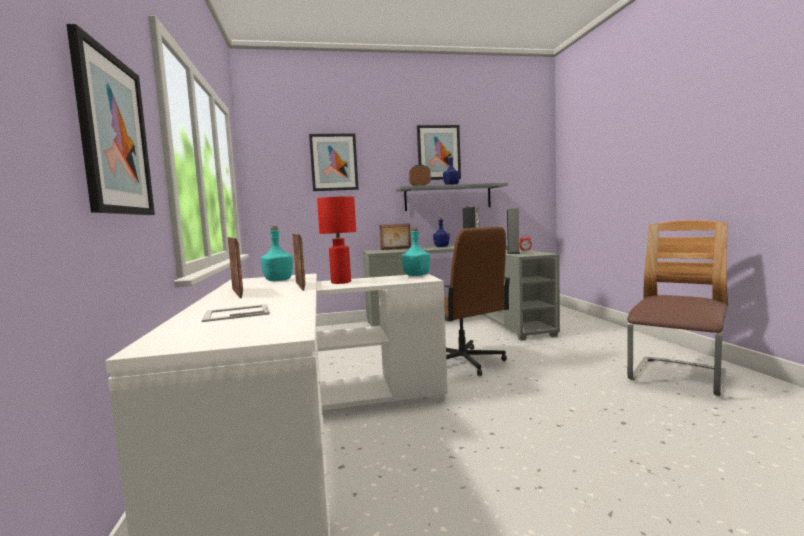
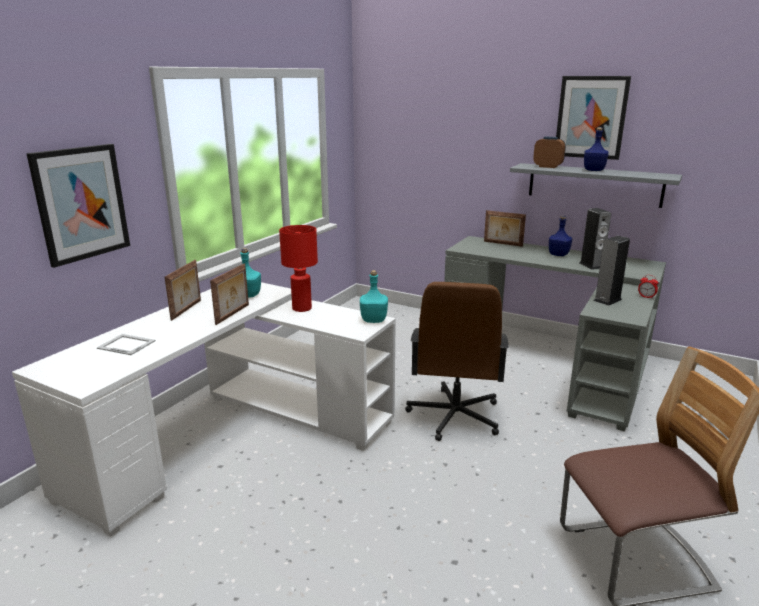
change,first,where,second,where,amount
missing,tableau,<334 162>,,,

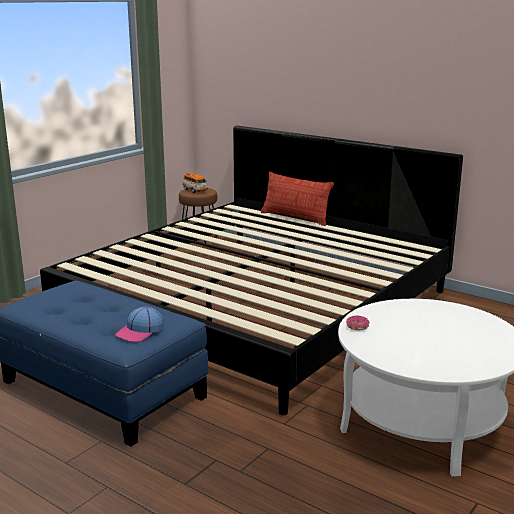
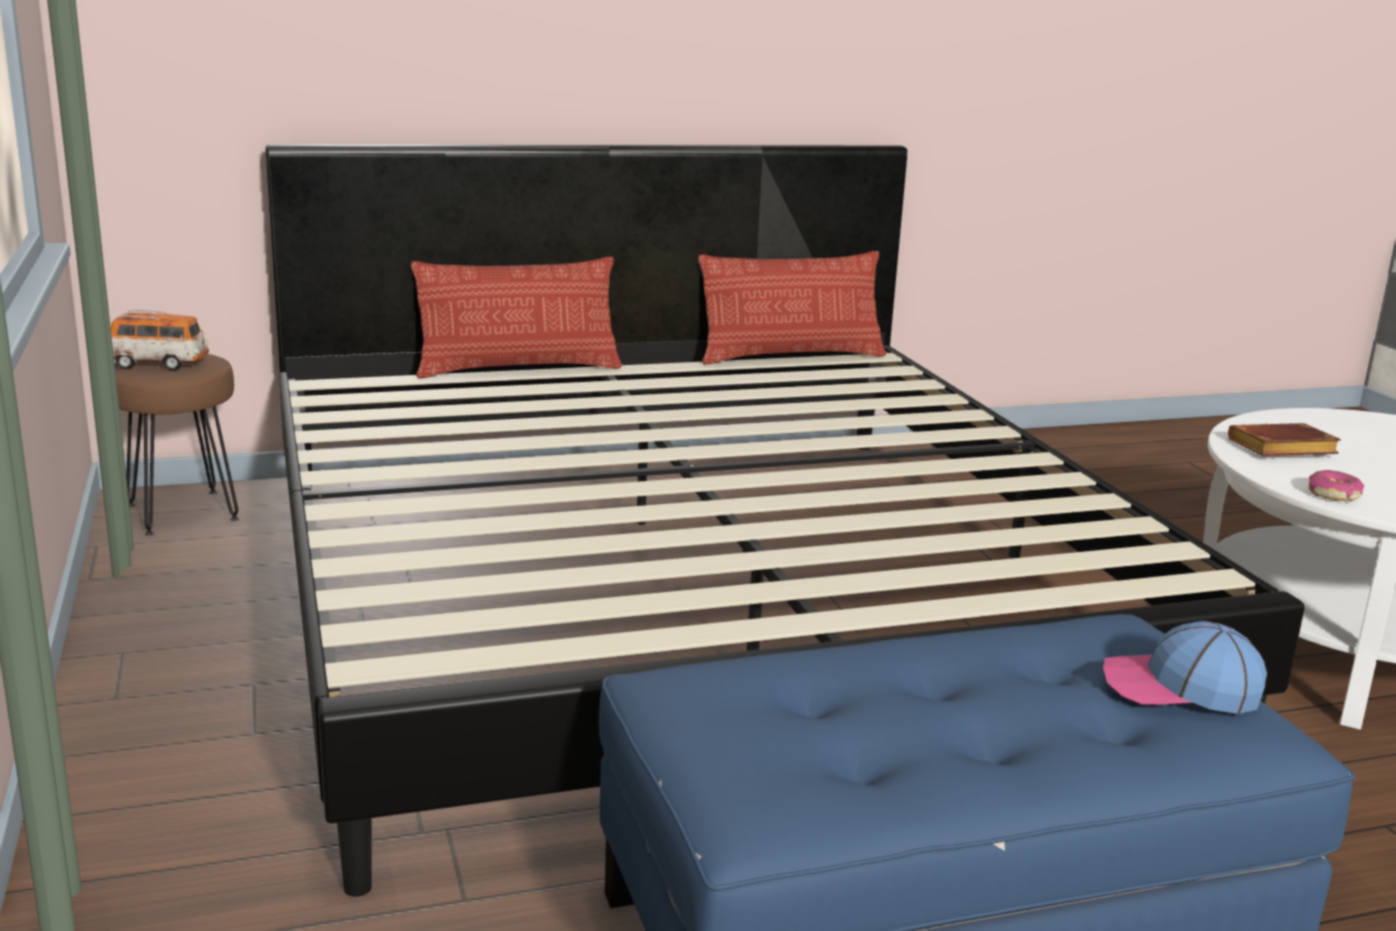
change,first,where,second,where,amount
spun,casquette,<139 324>,,<1185 667>,120 degrees clockwise
appeared,,,coussin,<792 307>,
appeared,,,livre (marron),<1284 439>,

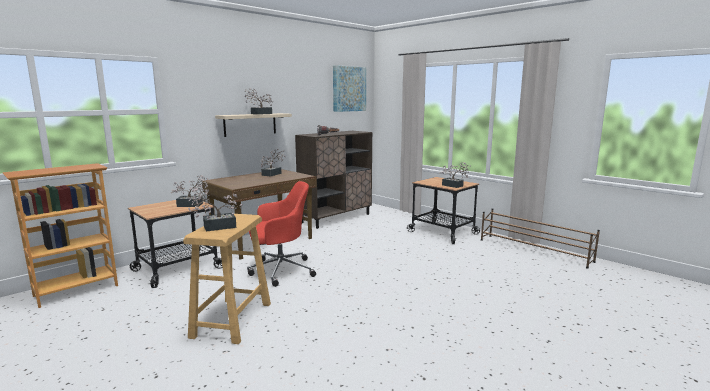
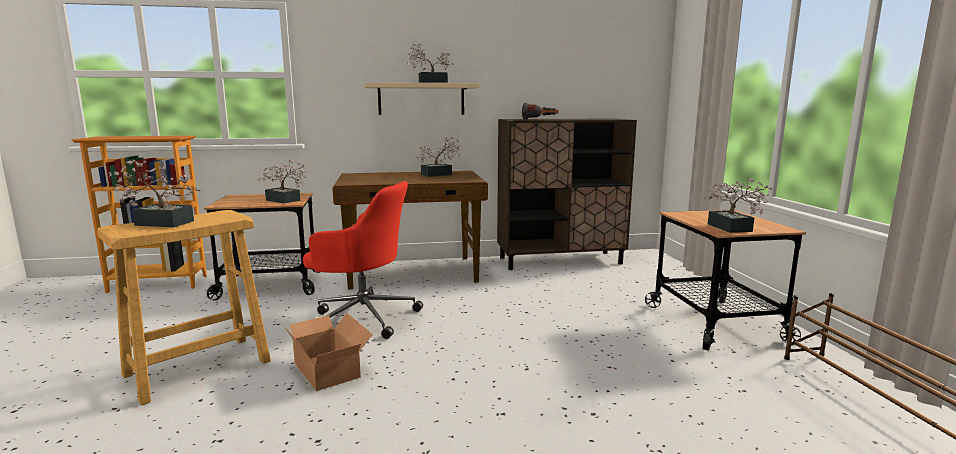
change,first,where,second,where,amount
missing,tableau,<349 88>,,,
appeared,,,carton,<328 352>,

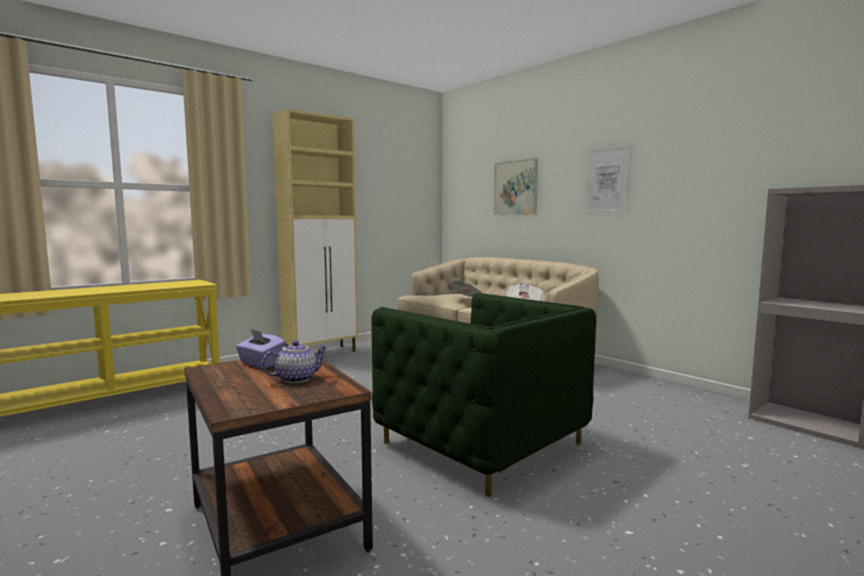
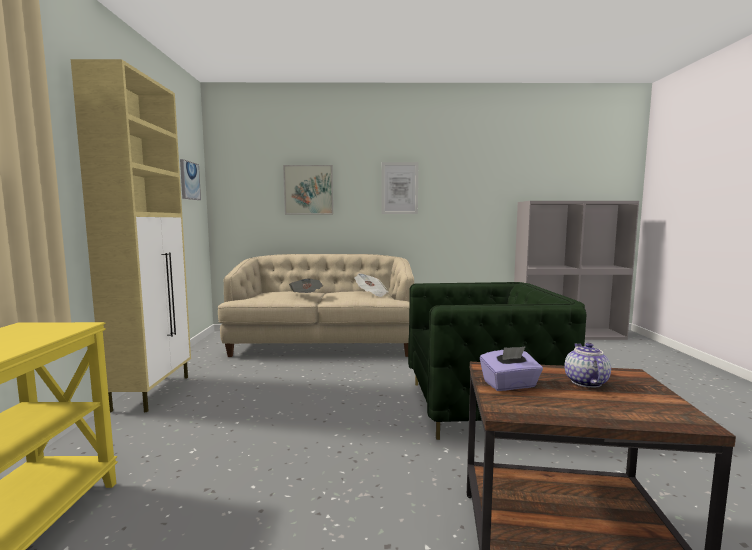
change,first,where,second,where,amount
appeared,,,tableau,<190 179>,

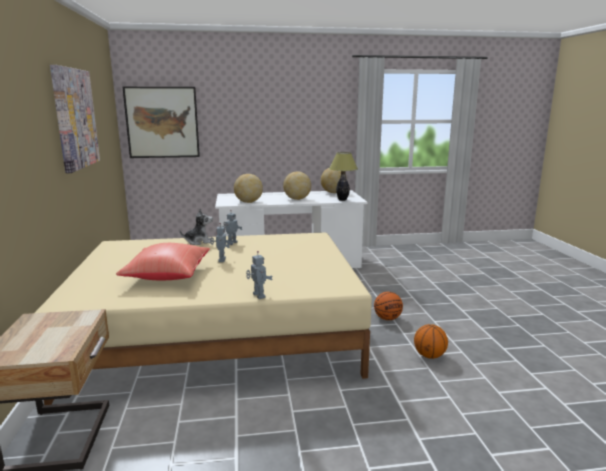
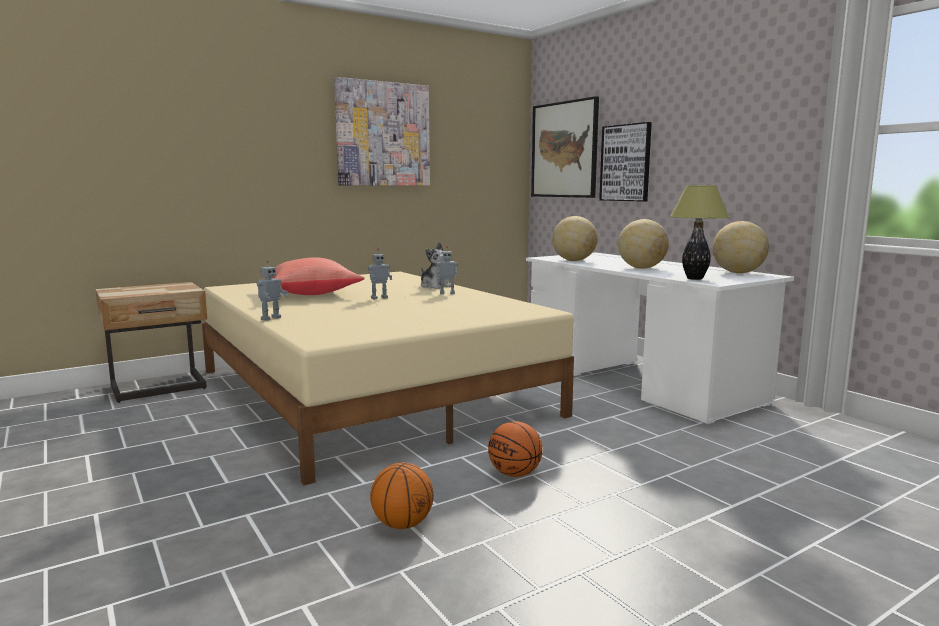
change,first,where,second,where,amount
appeared,,,tableau,<625 162>,

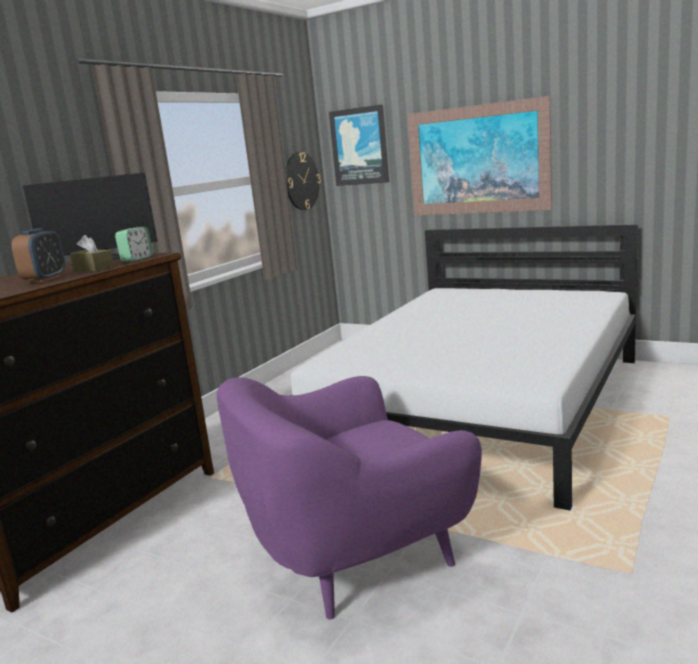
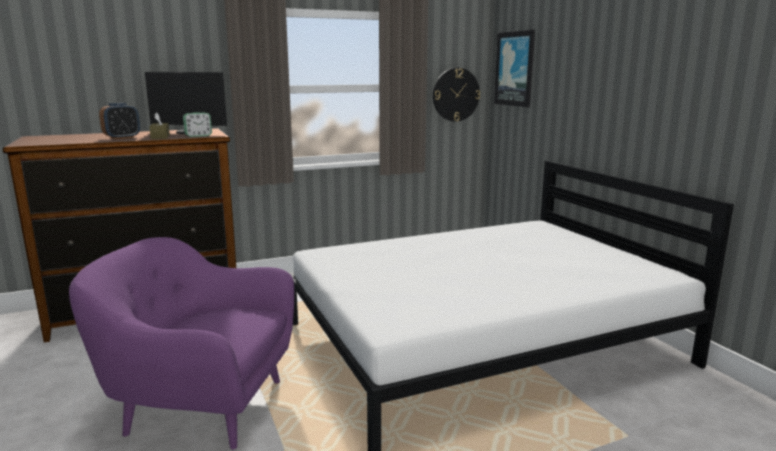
change,first,where,second,where,amount
missing,tableau,<479 156>,,,

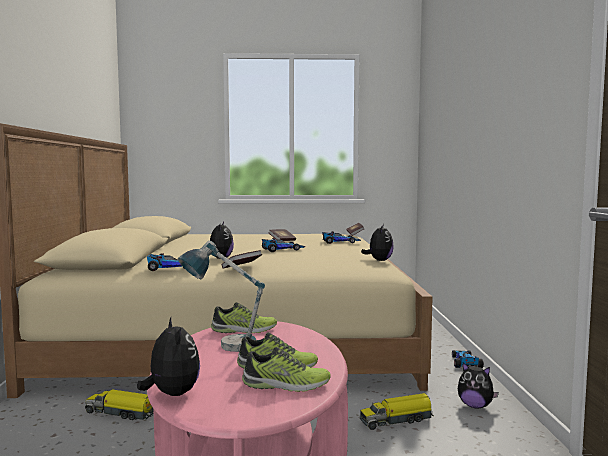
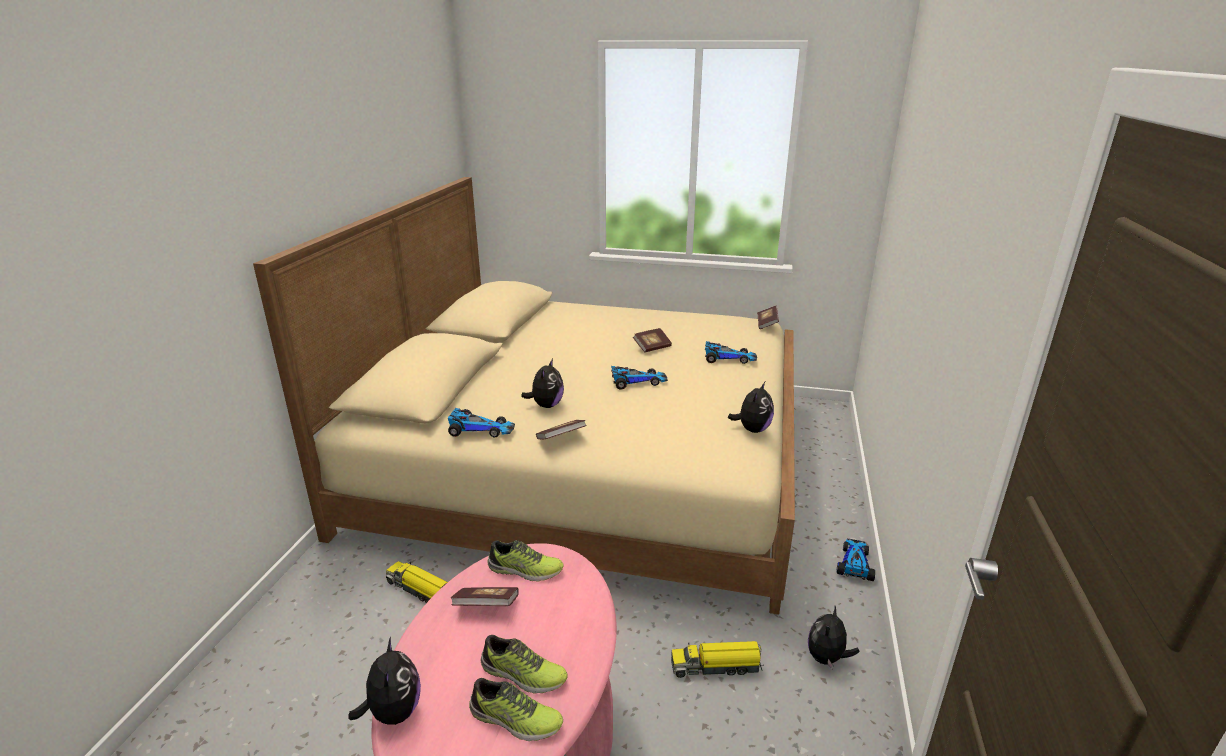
change,first,where,second,where,amount
exchanged,lampe de table,<221 296>,livre,<485 596>,
spun,peluche,<478 385>,,<834 638>,75 degrees clockwise

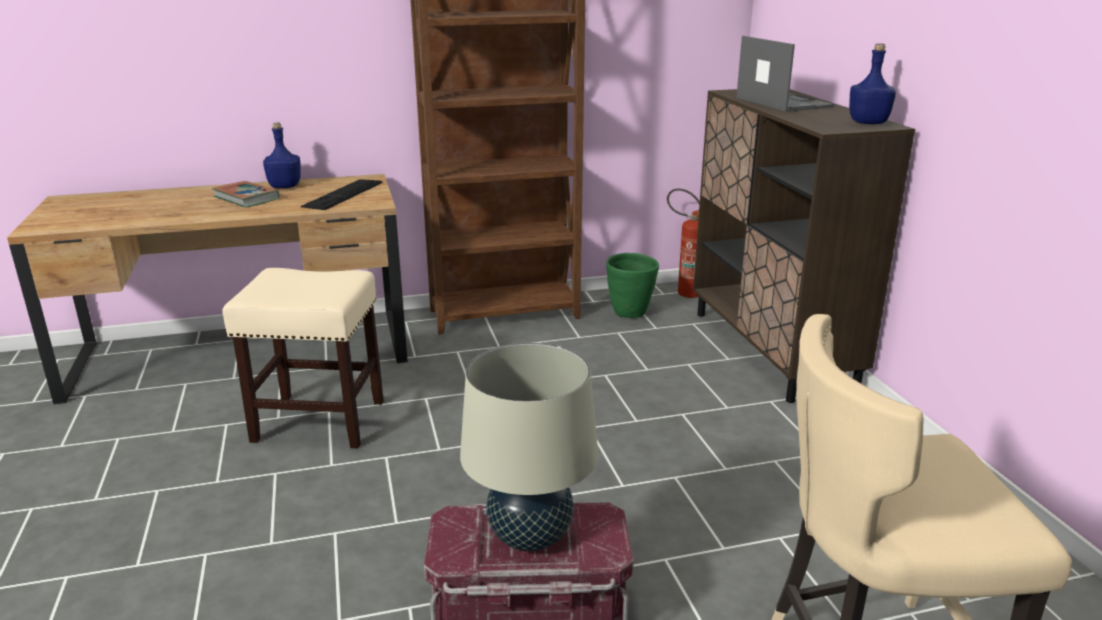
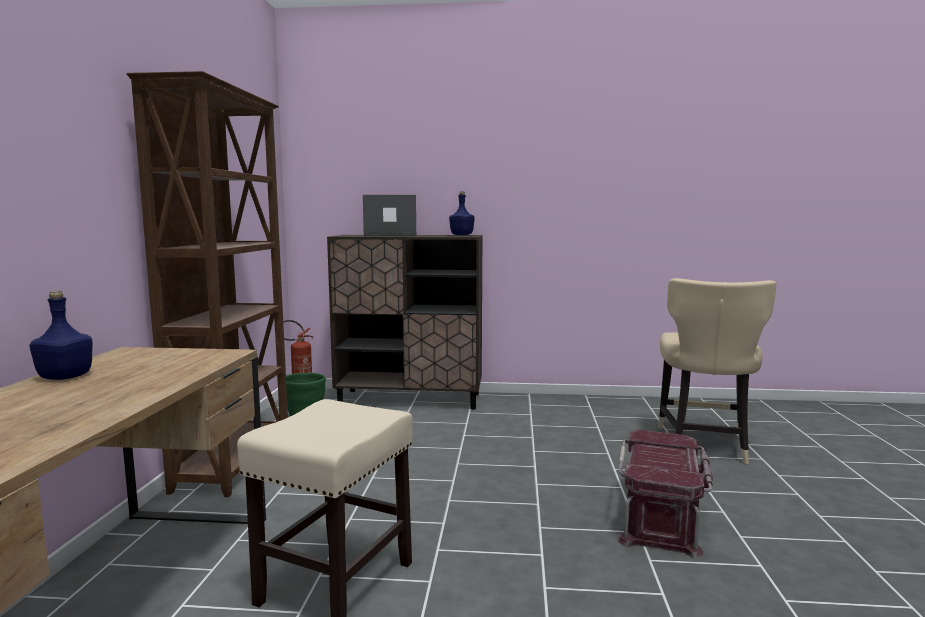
change,first,where,second,where,amount
missing,livre,<246 194>,,,
missing,clavier,<341 194>,,,
missing,lampe de table (beige),<529 447>,,,

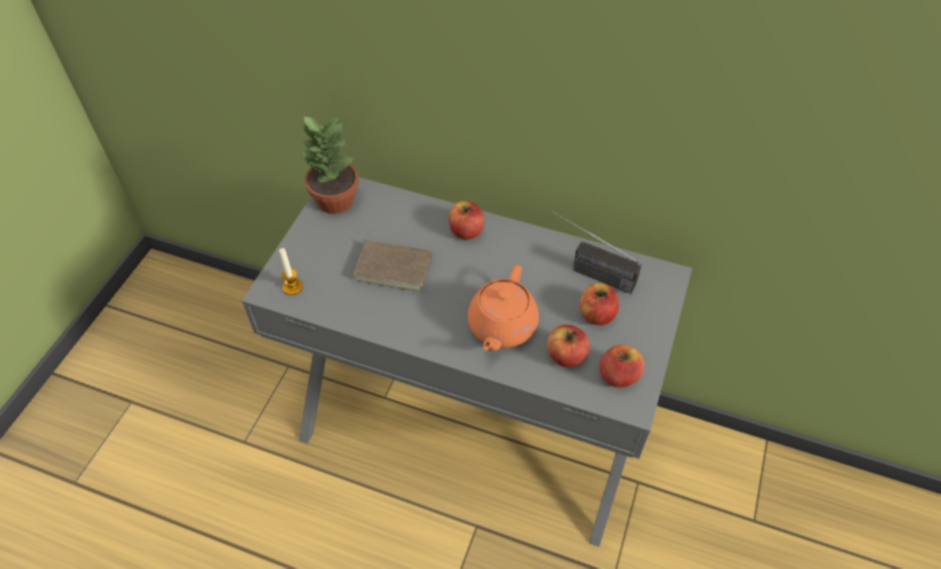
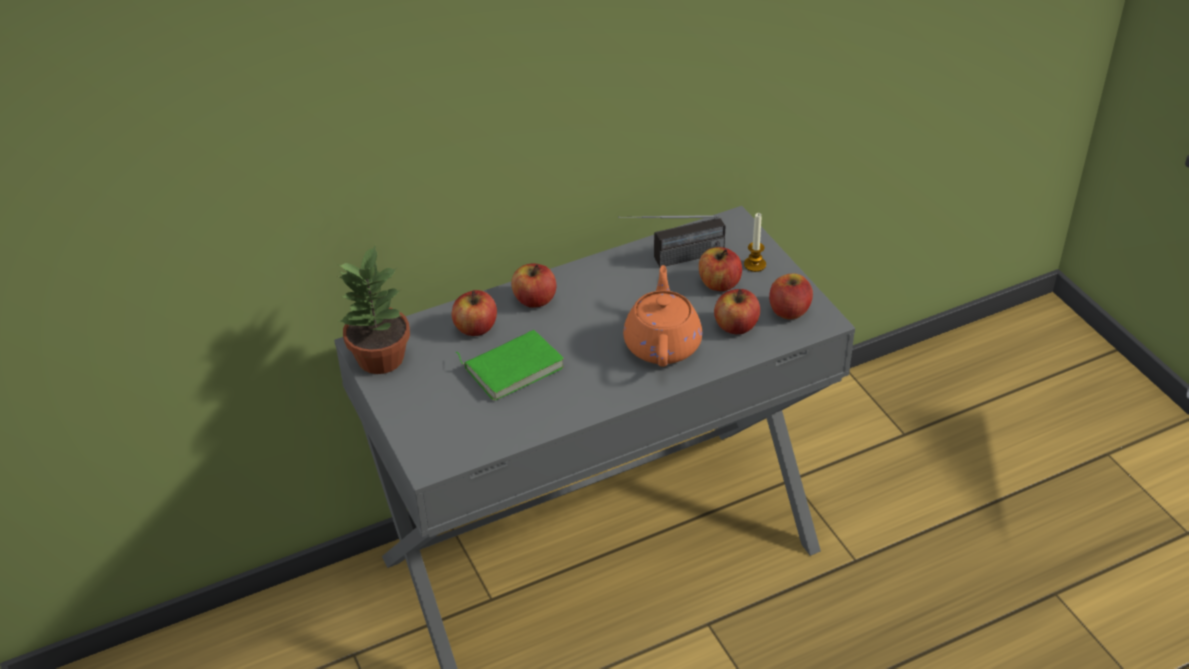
change,first,where,second,where,amount
relocated,bougie,<291 271>,,<755 242>,
colour,livre (marron),<392 260>,livre (vert),<510 365>,
spun,théière (orange),<503 308>,,<662 316>,150 degrees counterclockwise
appeared,,,pomme,<474 313>,

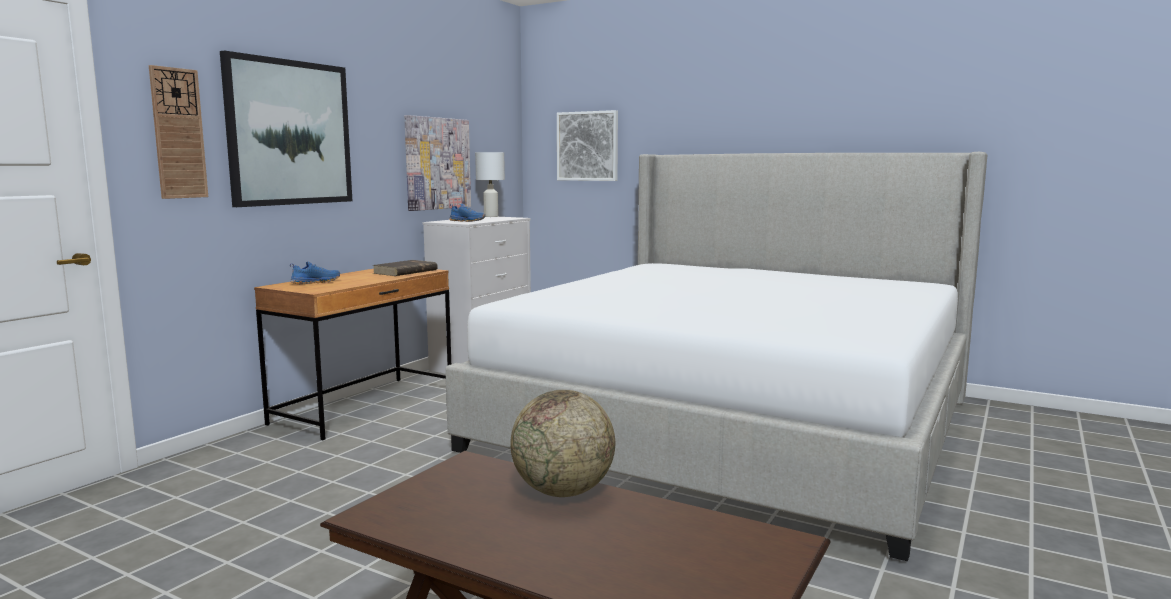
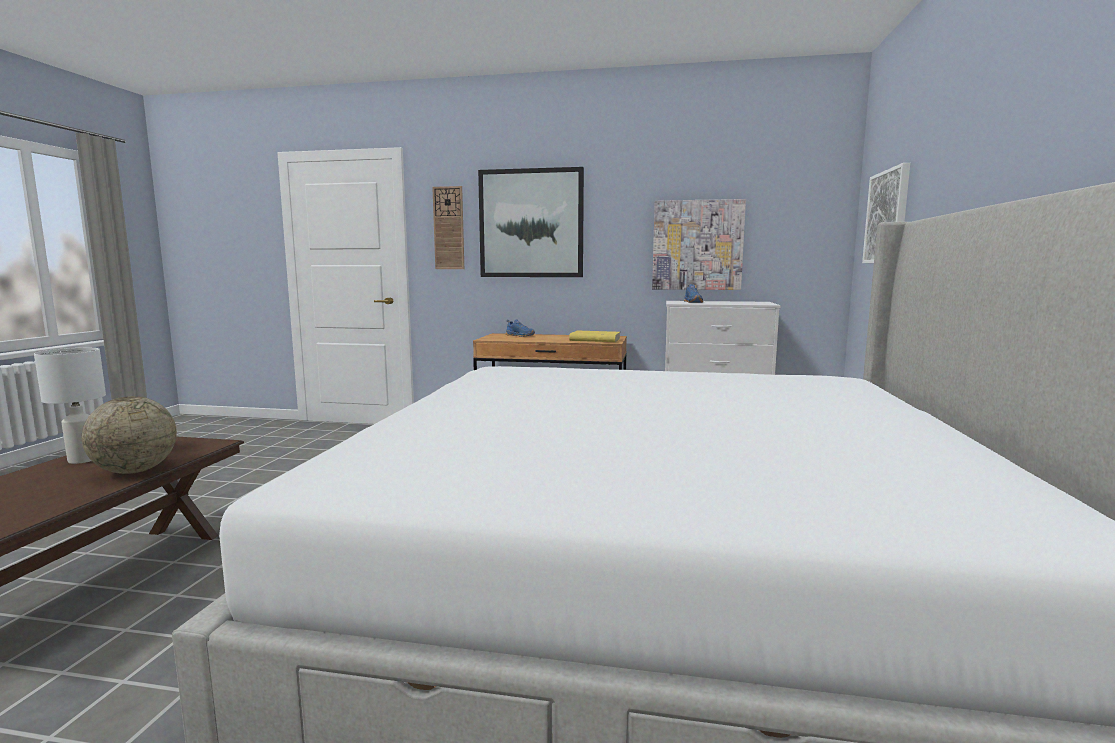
change,first,where,second,where,amount
colour,livre (marron),<405 268>,livre (jaune),<594 336>,
relocated,lampe de table (blanc),<490 184>,,<70 406>,

